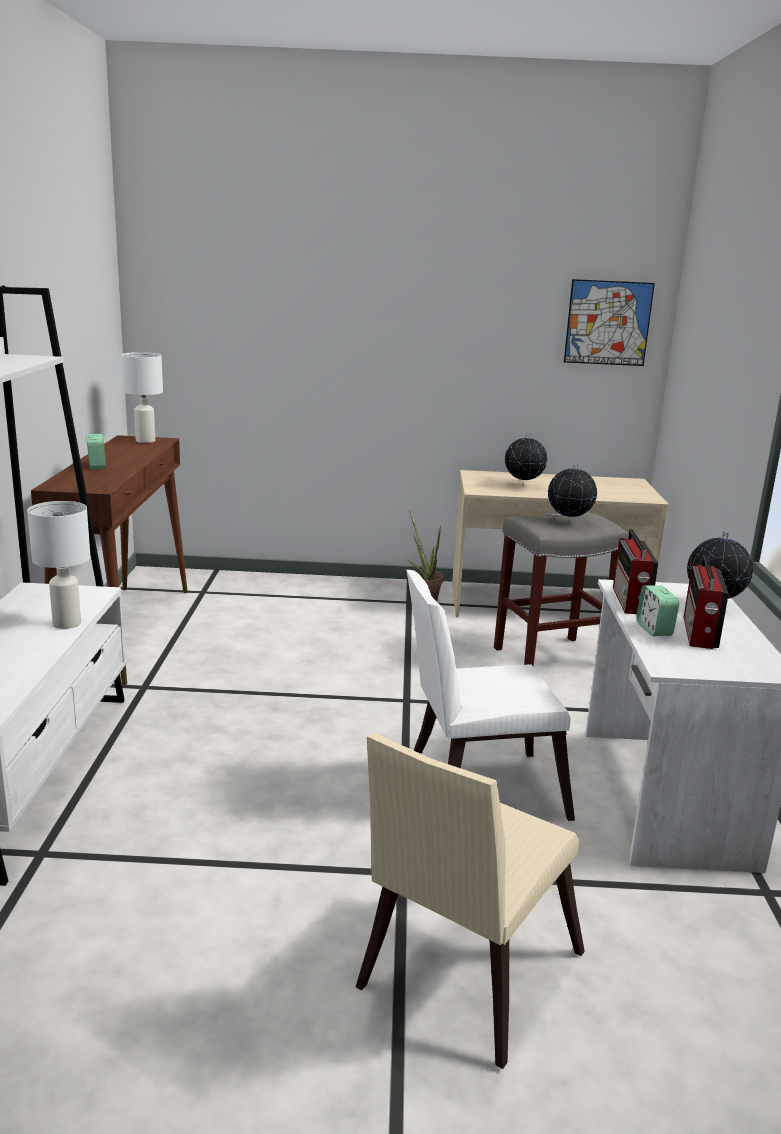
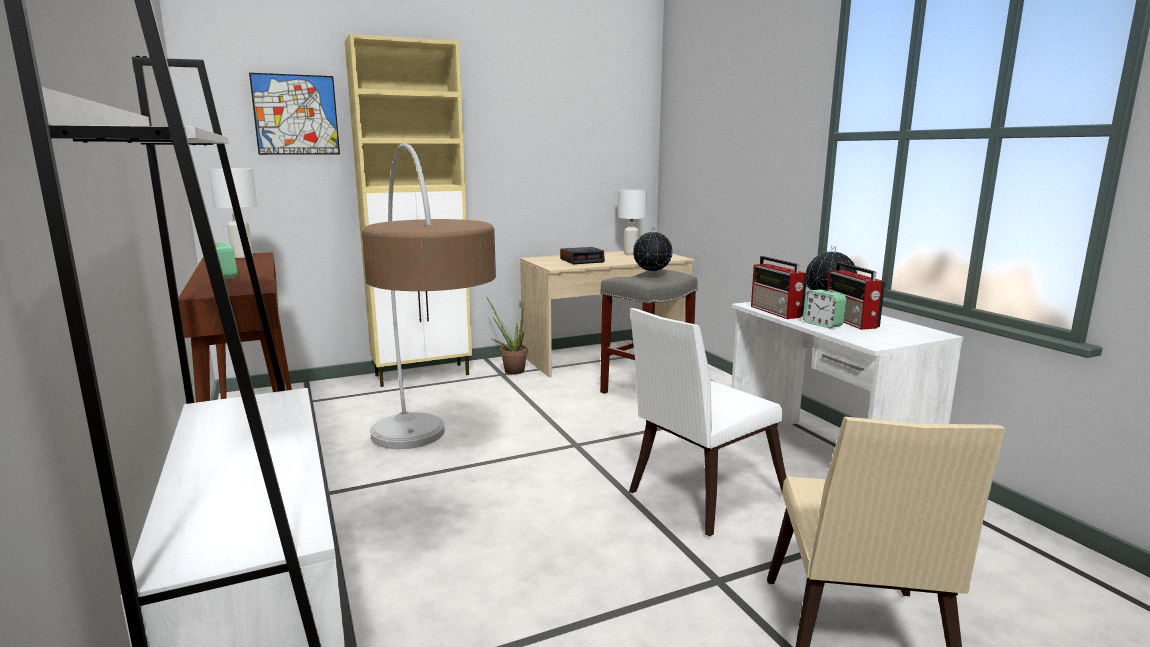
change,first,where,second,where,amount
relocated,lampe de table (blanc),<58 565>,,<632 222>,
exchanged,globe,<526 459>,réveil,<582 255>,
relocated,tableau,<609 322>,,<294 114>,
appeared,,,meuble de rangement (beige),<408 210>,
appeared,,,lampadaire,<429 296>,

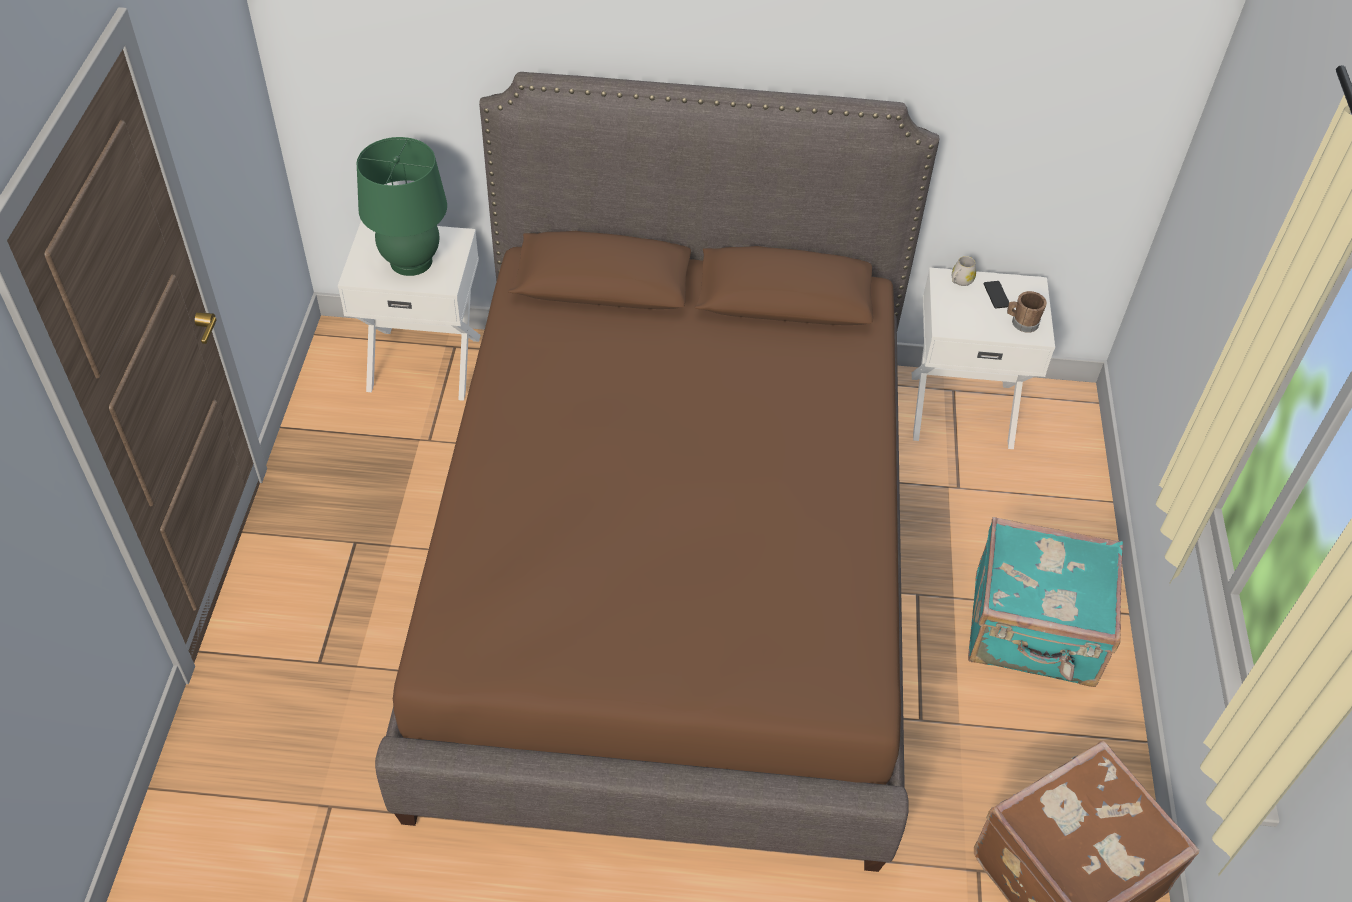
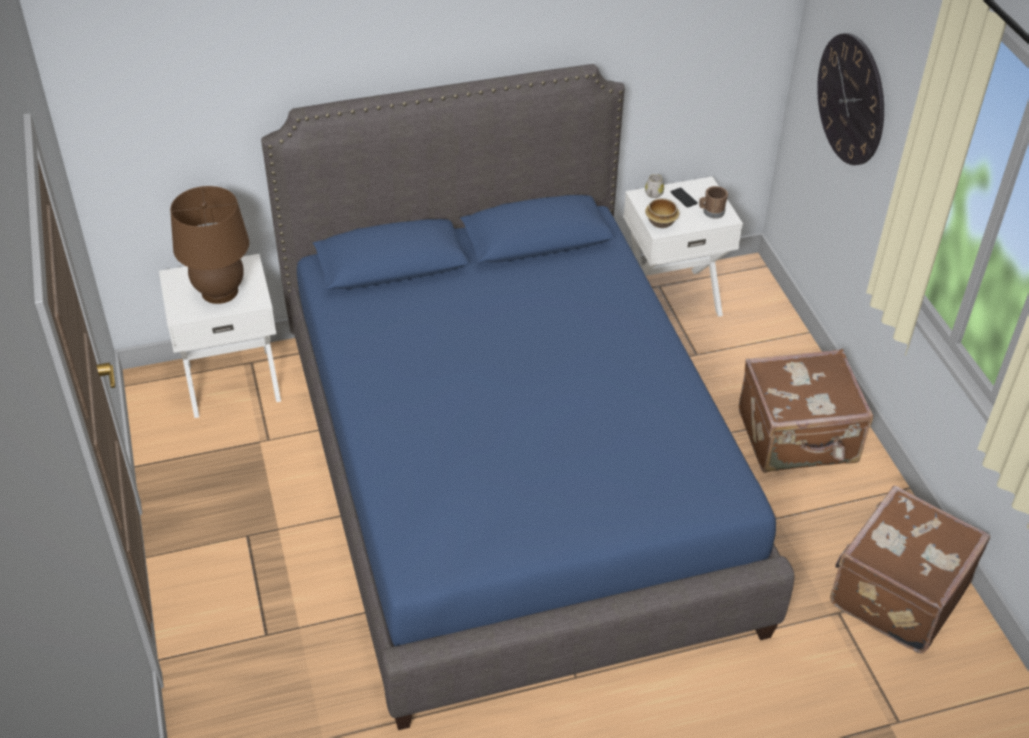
change,first,where,second,where,amount
colour,lampe de table (vert),<402 206>,lampe de table (marron),<209 245>,
colour,lit (marron),<657 472>,lit (bleu),<528 397>,
colour,valise (turquoise),<1045 602>,valise (marron),<806 411>,
appeared,,,bol,<662 213>,
appeared,,,horloge murale,<850 99>,

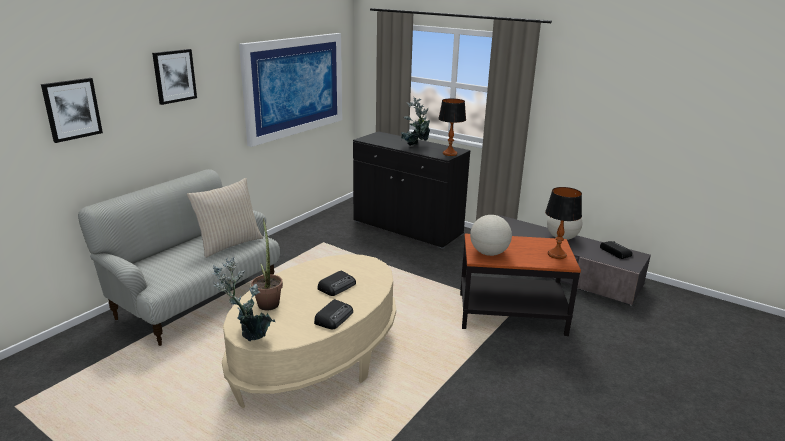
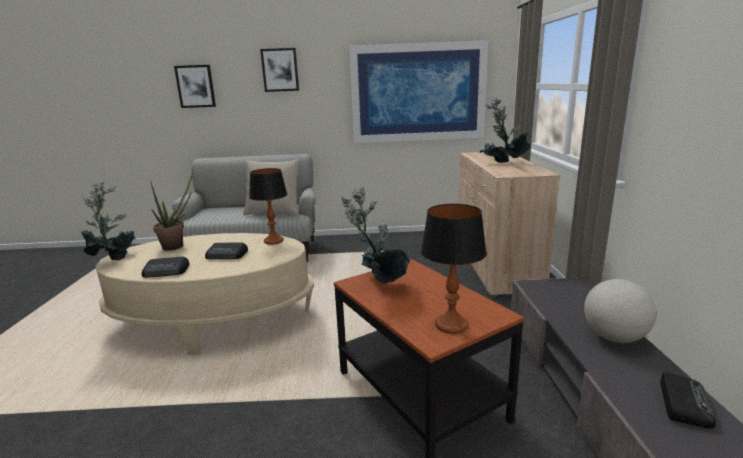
change,first,where,second,where,amount
colour,meuble de rangement (noir),<412 190>,meuble de rangement (beige),<509 224>,
relocated,lampe de table,<452 127>,,<268 206>,
exchanged,globe,<491 235>,plante en pot,<375 235>,

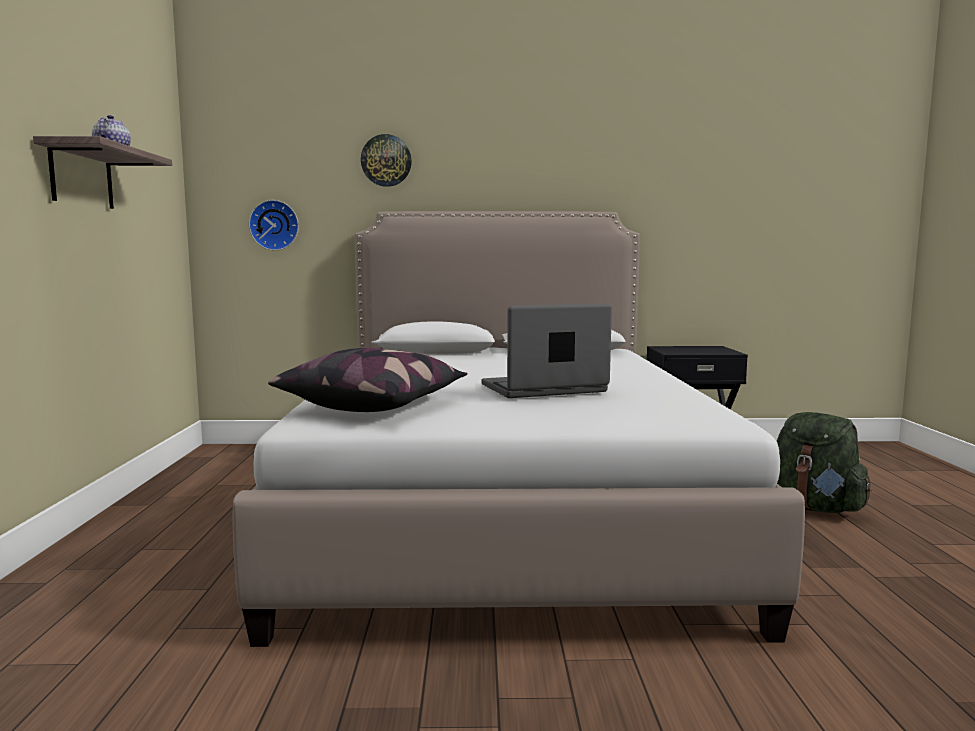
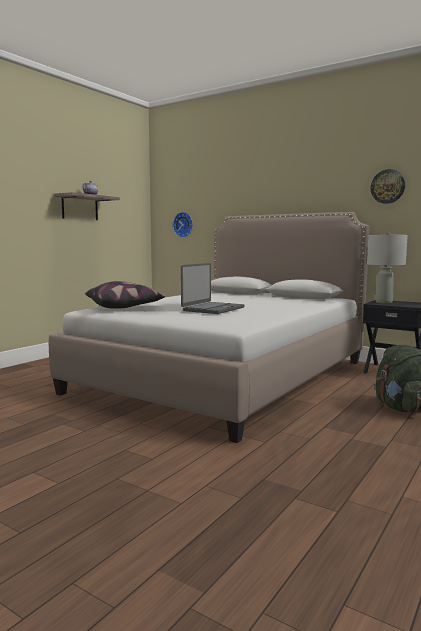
change,first,where,second,where,amount
relocated,horloge murale,<386 160>,,<387 186>,
spun,ordinateur portable,<546 350>,,<213 288>,105 degrees clockwise
appeared,,,lampe de table (gris),<387 267>,

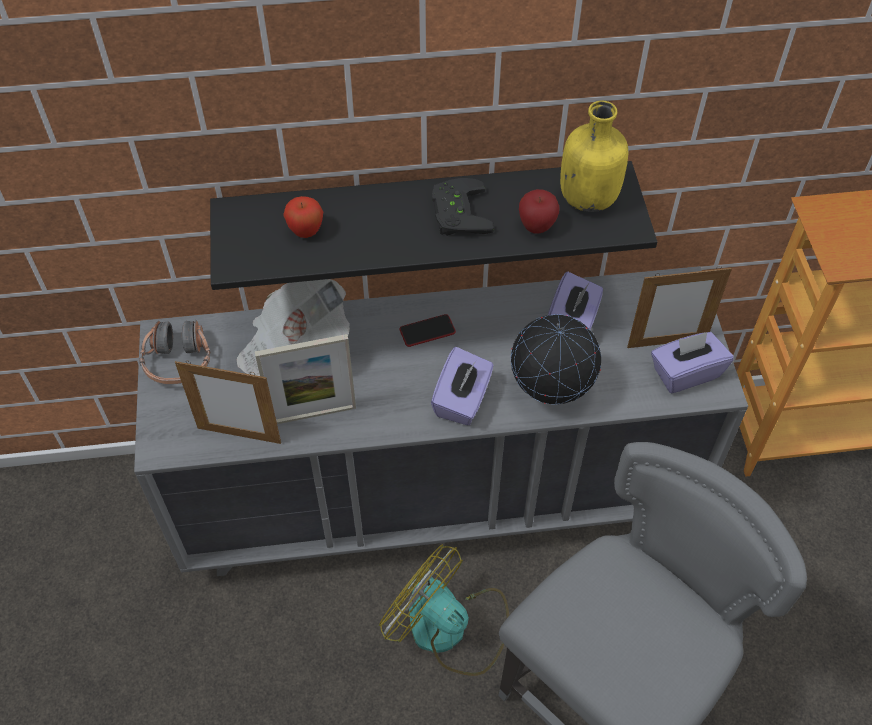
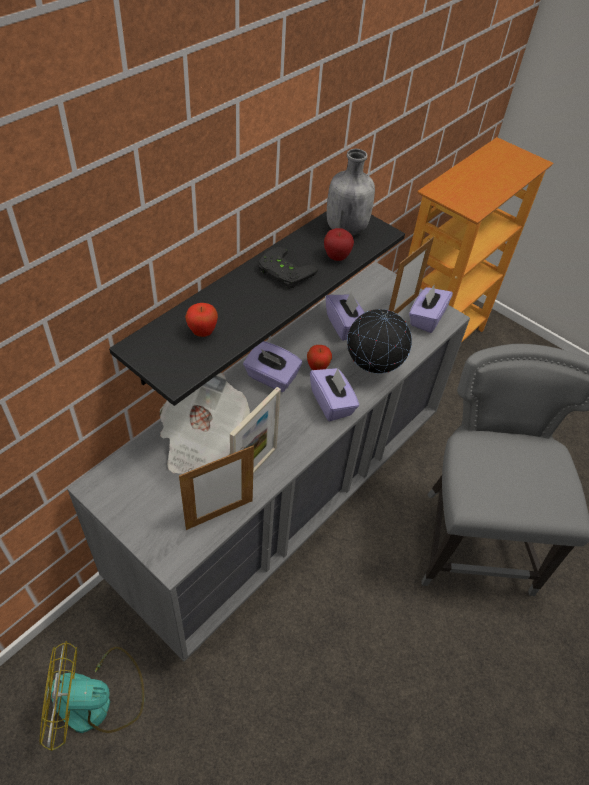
change,first,where,second,where,amount
missing,casque audio,<175 352>,,,
relocated,ventilateur,<444 610>,,<92 696>,
exchanged,téléphone,<428 330>,boîte à mouchoirs (violet),<272 366>,
colour,bouteille (jaune),<594 156>,bouteille (gris),<351 192>,
appeared,,,pomme,<319 357>,

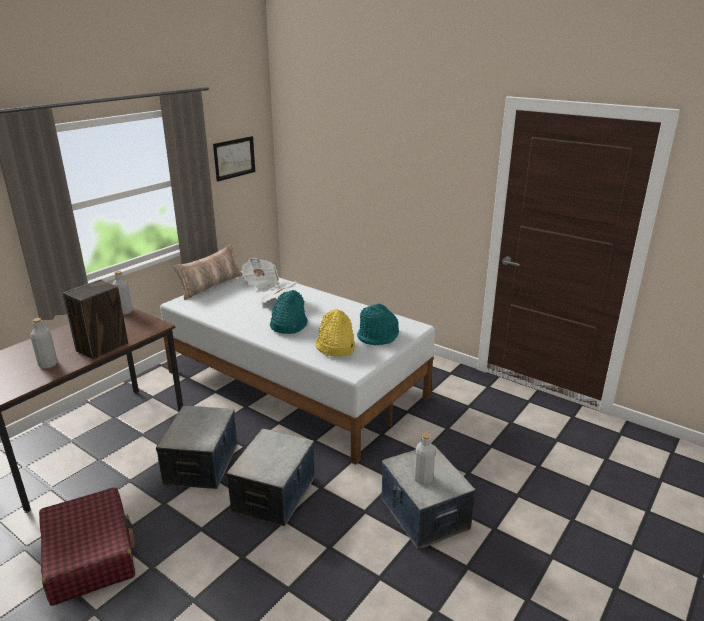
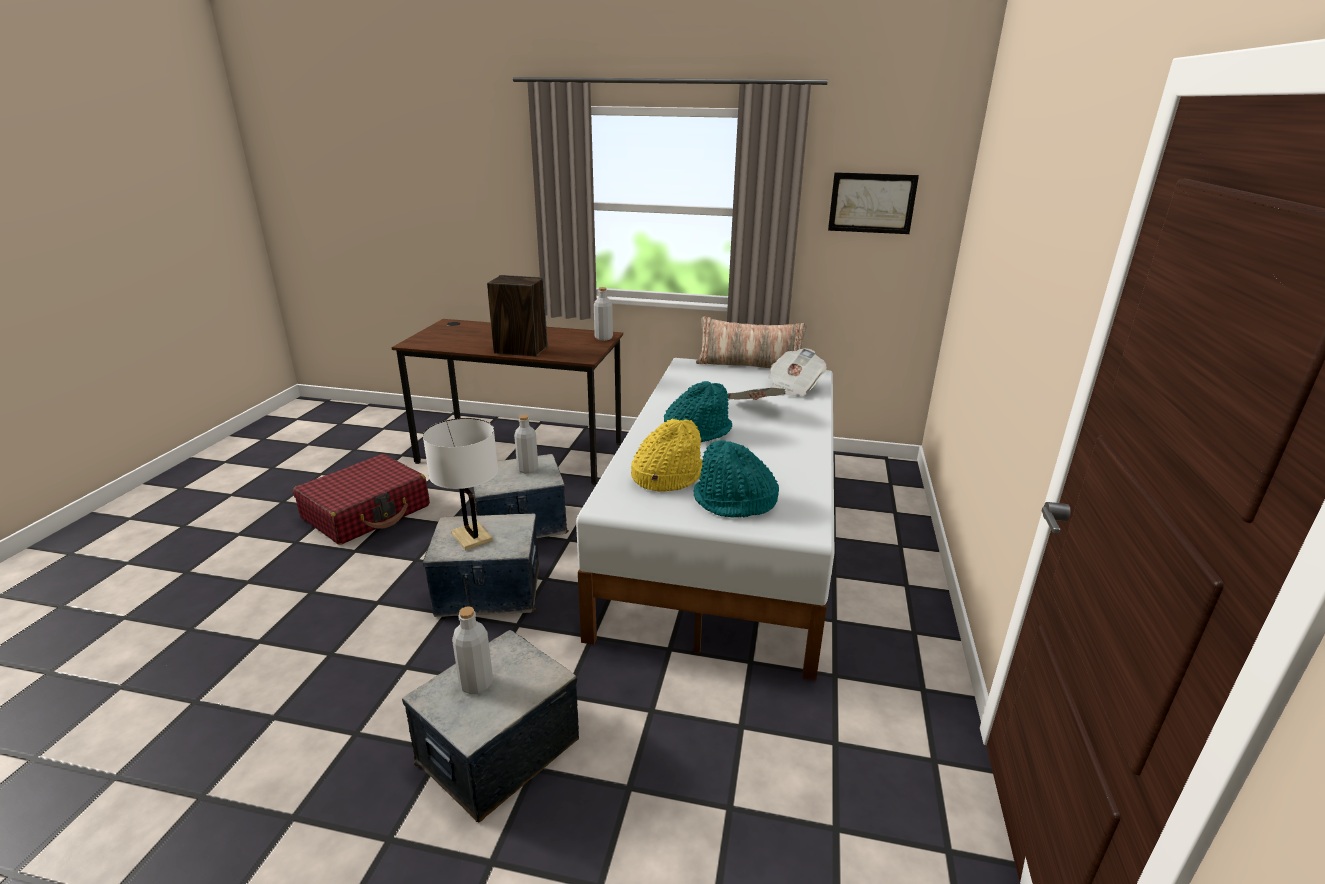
change,first,where,second,where,amount
relocated,bouteille (gris),<44 343>,,<526 444>,
appeared,,,lampe de table (blanc),<460 484>,

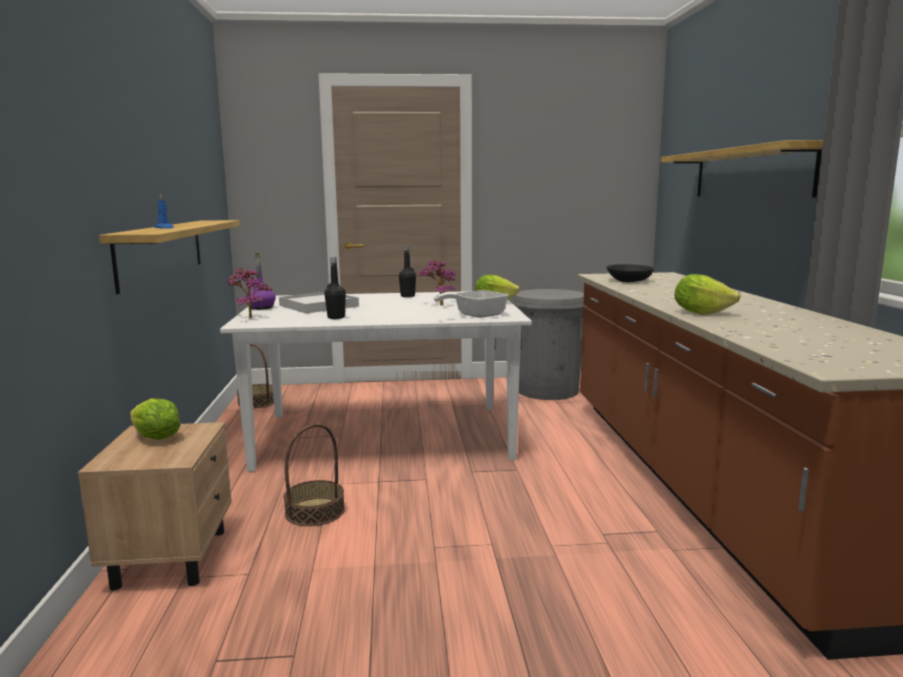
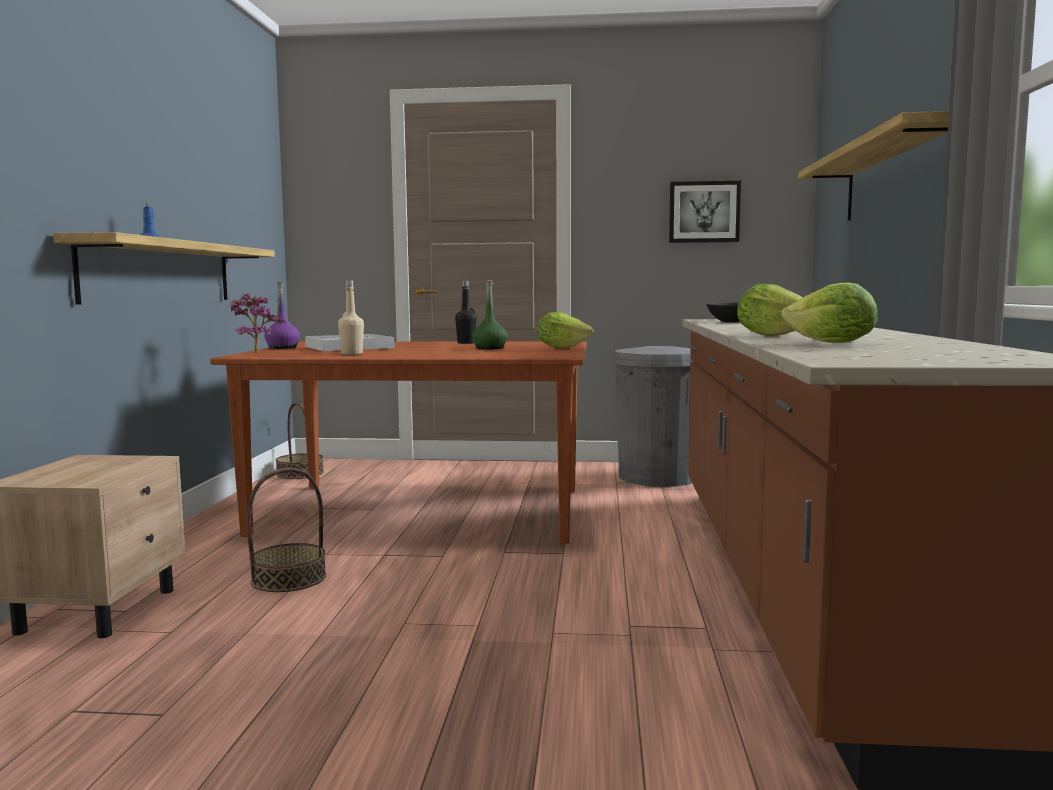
change,first,where,second,where,amount
relocated,laitue,<155 419>,,<830 312>,
colour,table à manger (blanc),<376 381>,table à manger (marron),<398 442>,
colour,bouteille (noir),<335 288>,bouteille (beige),<351 317>,
exchanged,plante en pot,<437 283>,bouteille (vert),<490 314>,
missing,poêle,<471 304>,,,
appeared,,,tableau,<705 212>,

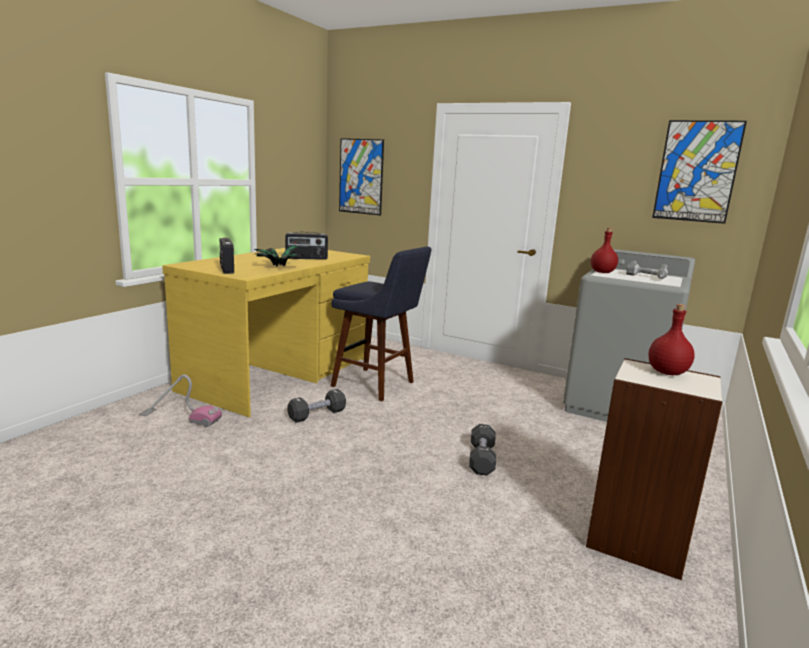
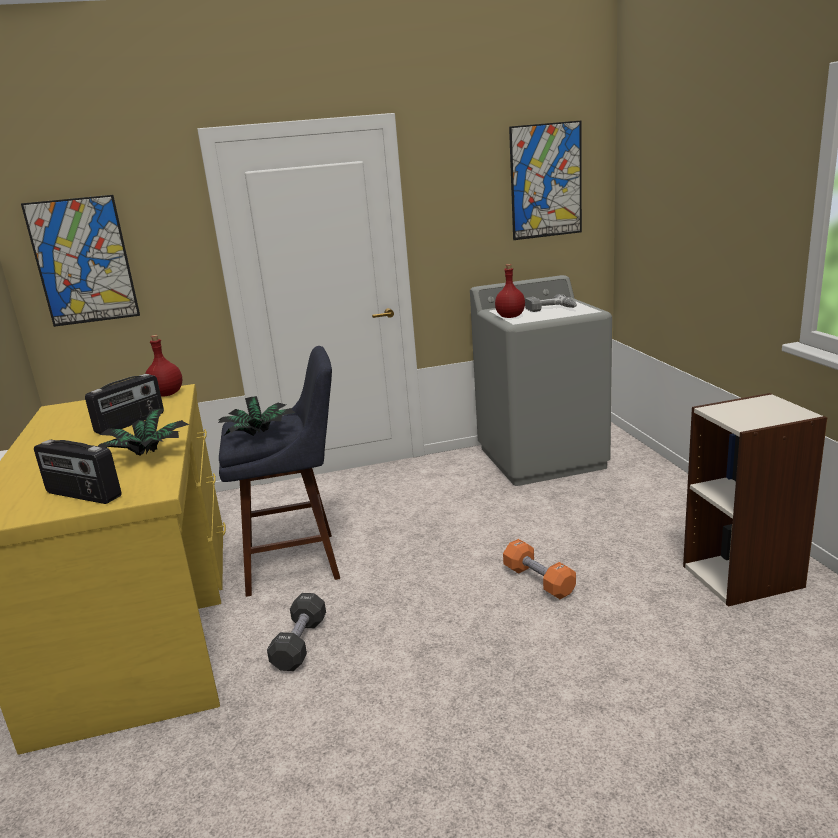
change,first,where,second,where,amount
missing,aspirateur,<180 400>,,,
colour,haltère (noir),<482 449>,haltère (orange),<539 569>,
relocated,bouteille (rouge),<671 339>,,<163 365>,
appeared,,,plante en pot,<256 416>,

